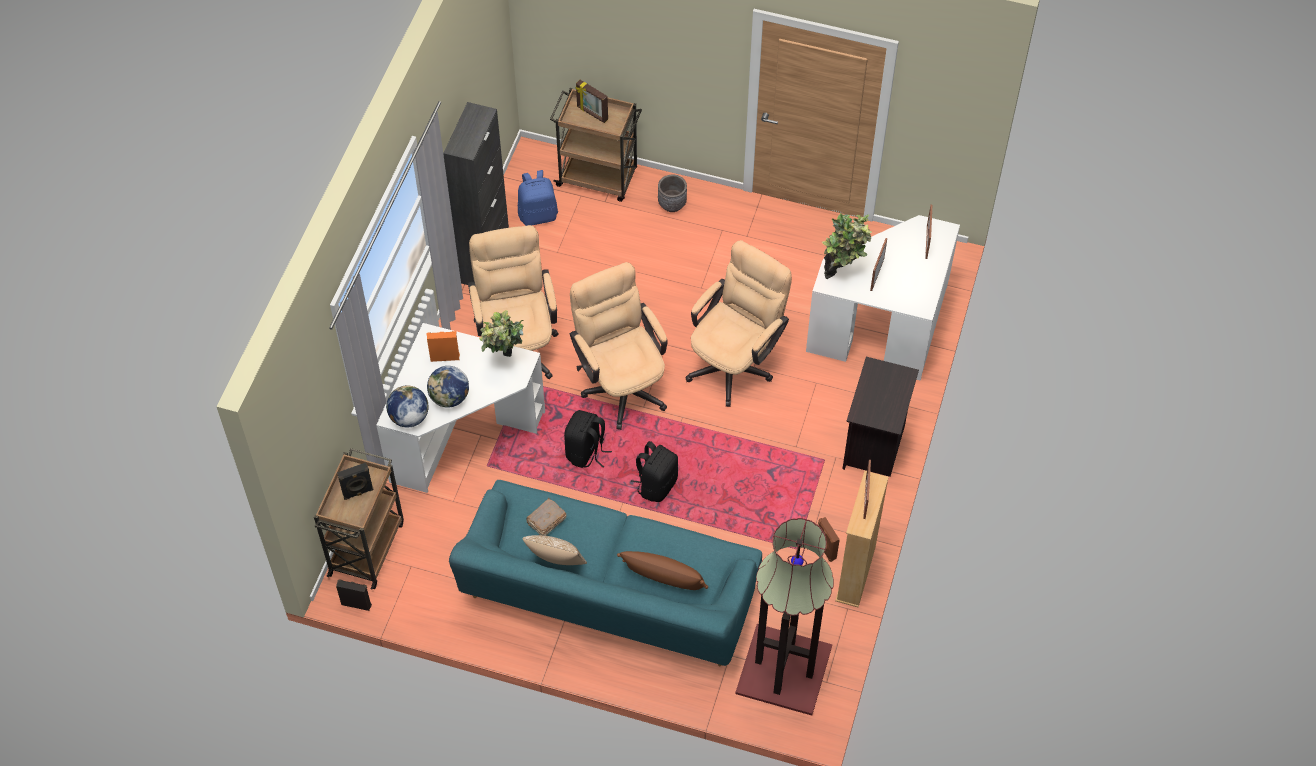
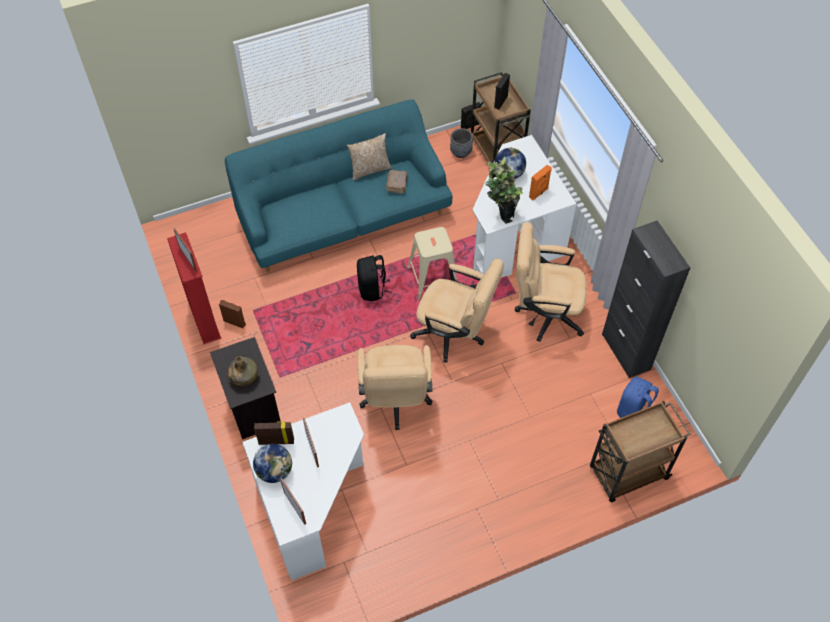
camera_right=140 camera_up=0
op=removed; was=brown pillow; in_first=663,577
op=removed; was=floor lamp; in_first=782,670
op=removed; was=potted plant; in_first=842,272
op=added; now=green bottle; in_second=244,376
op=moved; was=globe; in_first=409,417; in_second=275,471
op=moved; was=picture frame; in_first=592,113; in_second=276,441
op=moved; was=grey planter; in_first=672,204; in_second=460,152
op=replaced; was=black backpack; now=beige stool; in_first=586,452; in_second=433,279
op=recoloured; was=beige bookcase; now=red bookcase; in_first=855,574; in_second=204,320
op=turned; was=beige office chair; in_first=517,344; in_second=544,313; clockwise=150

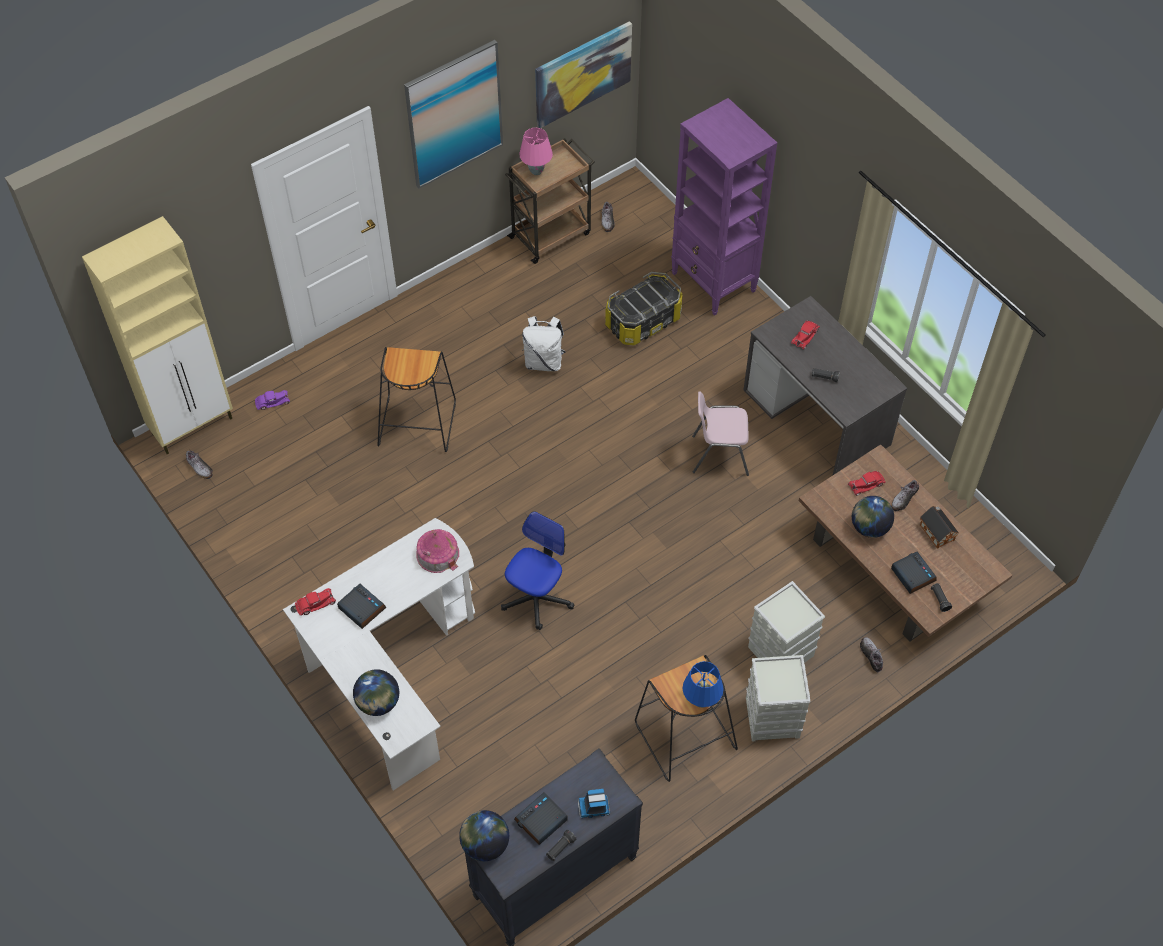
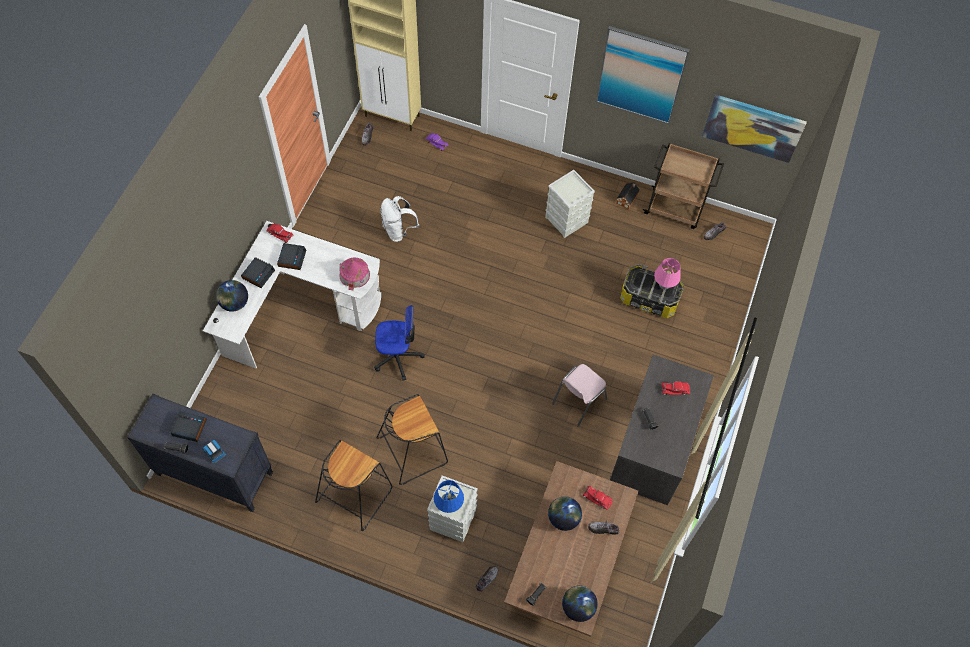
camera_right=55 camera_up=5
op=removed; was=purple bookcase; in_first=714,283
op=moved; was=black stool; in_first=416,422; in_second=413,449
op=moved; was=globe; in_first=485,844; in_second=578,607
op=moved; was=pink table lamp; in_first=536,171; in_second=663,286
op=moved; was=white backpack; in_first=544,361; in_second=398,231
op=moved; was=blue table lamp; in_first=700,701; in_second=449,505
op=moved; was=grey storage box; in_first=773,717; in_second=567,220
op=moved; was=alarm clock; in_first=912,575; in_second=258,274
op=moved; was=toy house; in_first=936,531; in_second=627,199
op=turned; was=pink chair; in_first=719,454; in_second=578,401; clockwise=-105

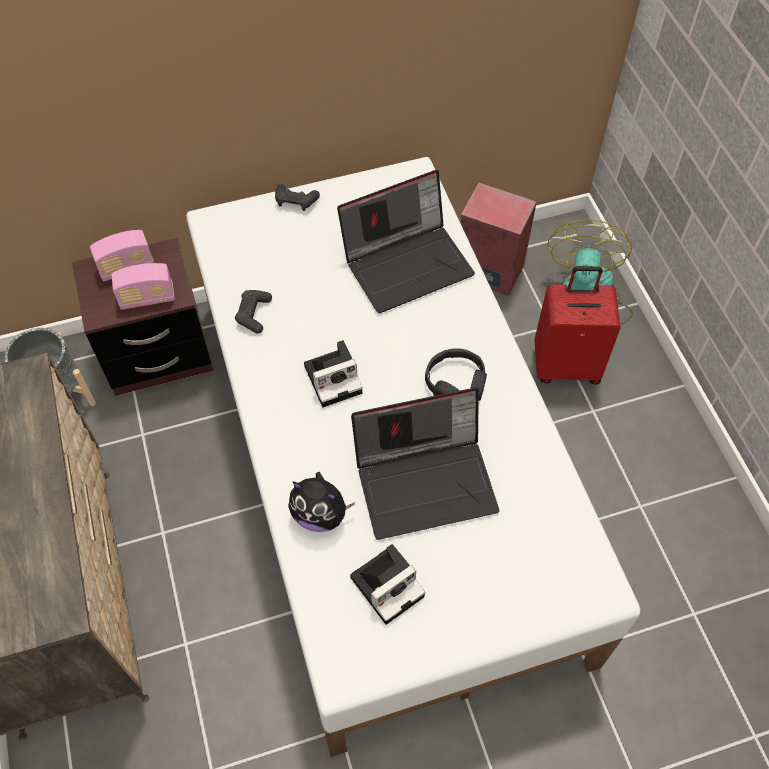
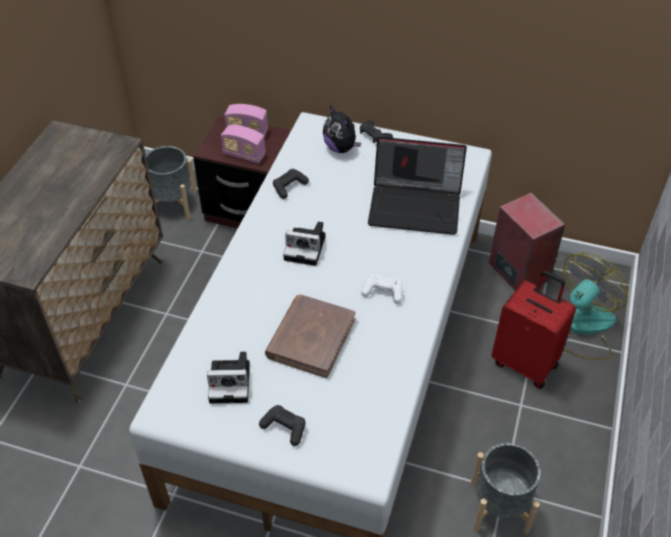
camera_right=35 camera_up=-10
op=added; now=black game controller; in_second=284,428
op=added; now=grey planter; in_second=499,506
op=moved; was=plush toy; in_first=320,514; in_second=341,148
op=replaced; was=laptop; now=brown book; in_first=426,480; in_second=310,338
op=replaced; was=black headphones; now=white game controller; in_first=455,383; in_second=383,292

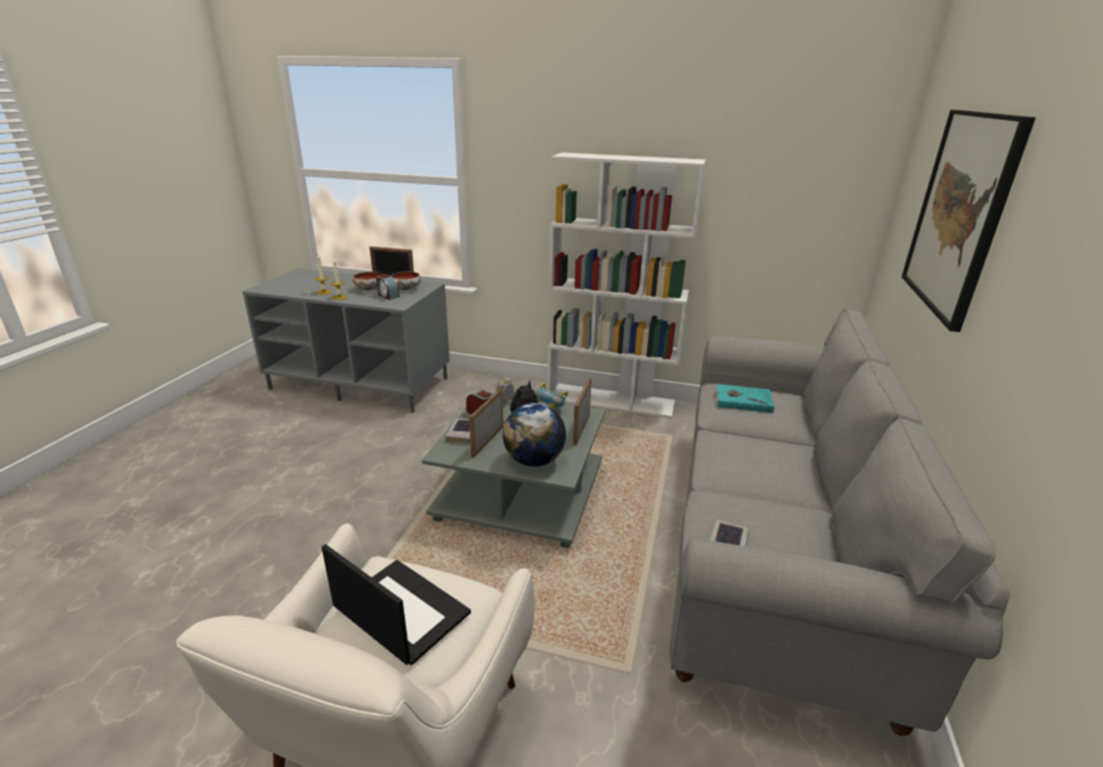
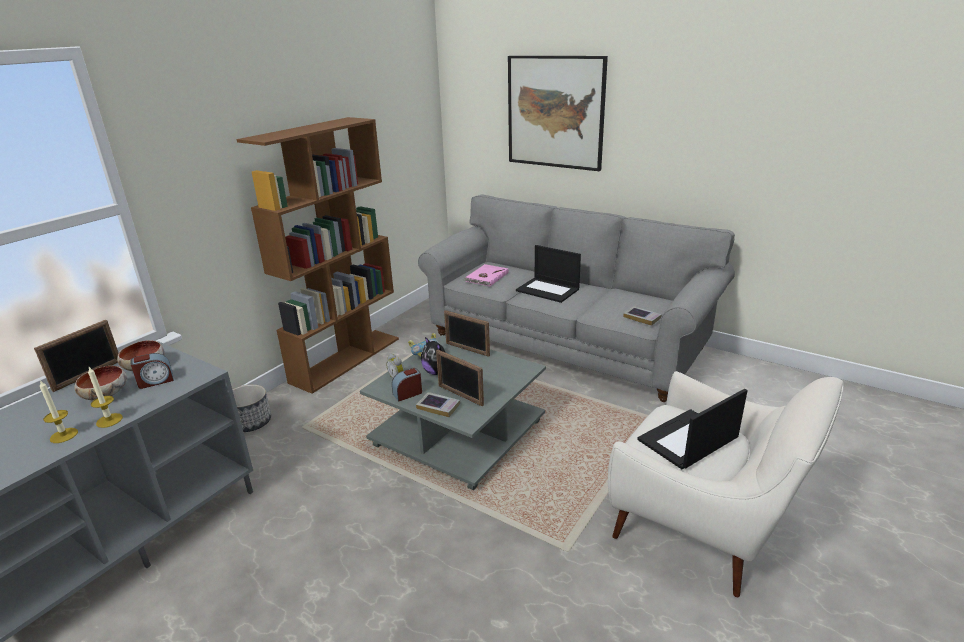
camera_right=-70 camera_up=0
op=removed; was=globe; in_first=534,461
op=added; now=planter; in_second=251,422
op=added; now=laptop; in_second=548,290
op=recoloured; was=white bookcase; now=brown bookcase; in_first=611,400; in_second=346,359
op=recoloured; was=turquoise book; now=pink book; in_first=743,400; in_second=486,277

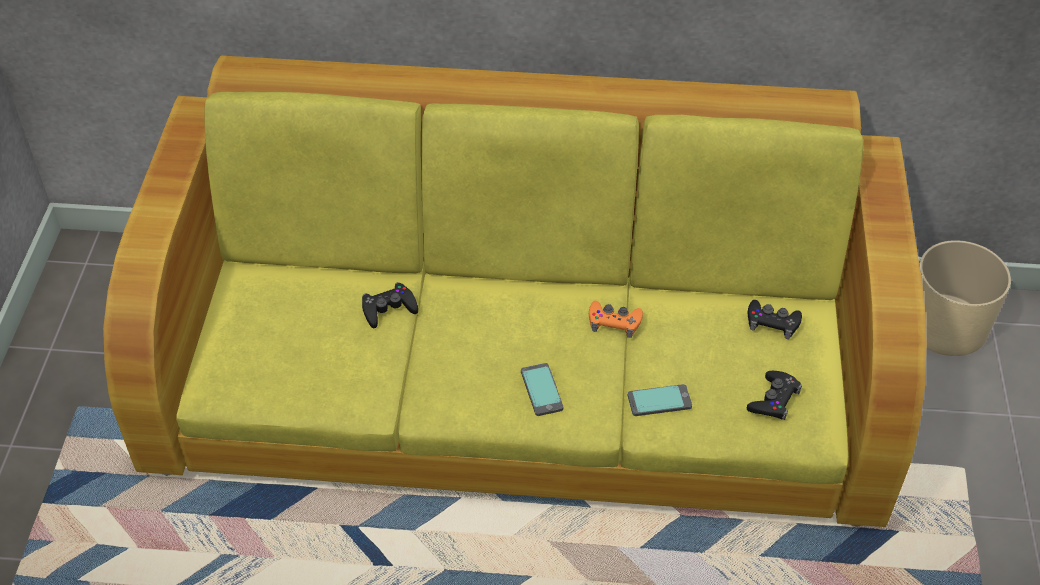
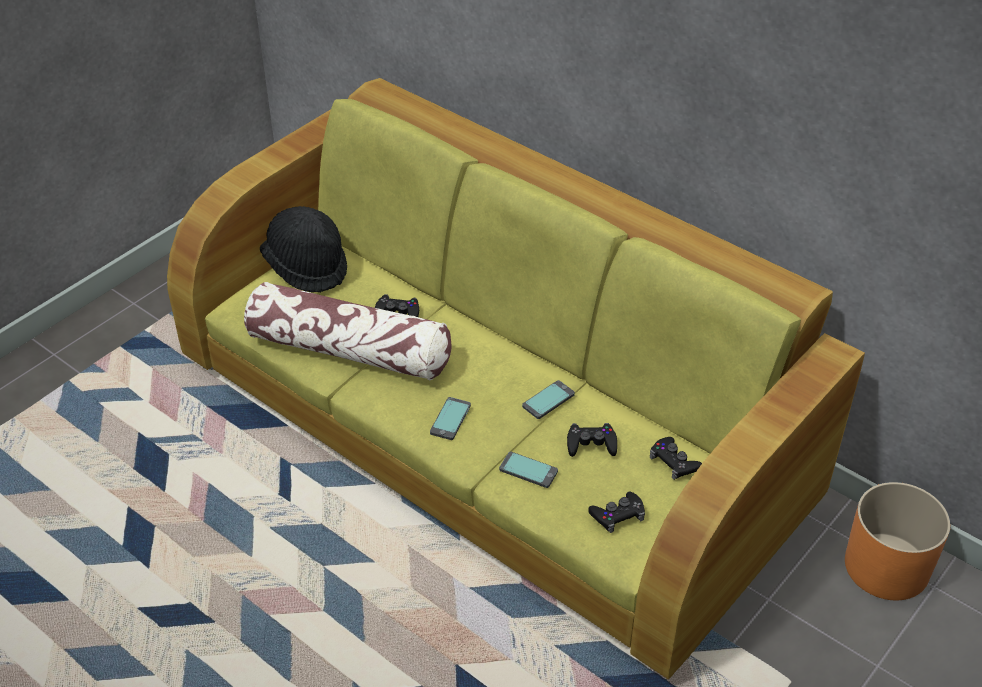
camera_right=35 camera_up=-5
op=added; now=pillow; in_second=349,350
op=added; now=black hat; in_second=306,266
op=added; now=black game controller; in_second=591,444
op=replaced; was=orange game controller; now=phone; in_first=614,322; in_second=548,400
op=recoloured; was=beige planter; now=orange planter; in_first=946,324; in_second=887,566

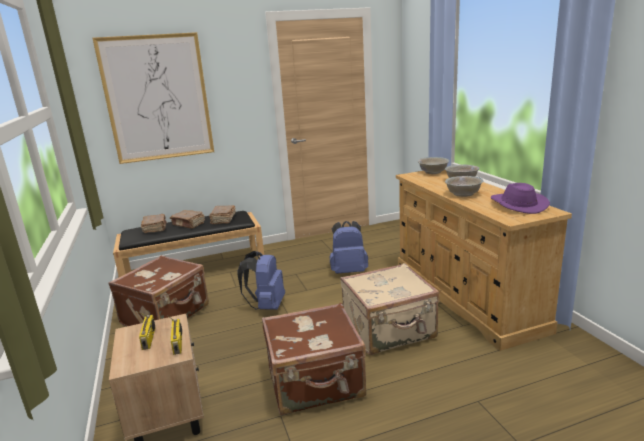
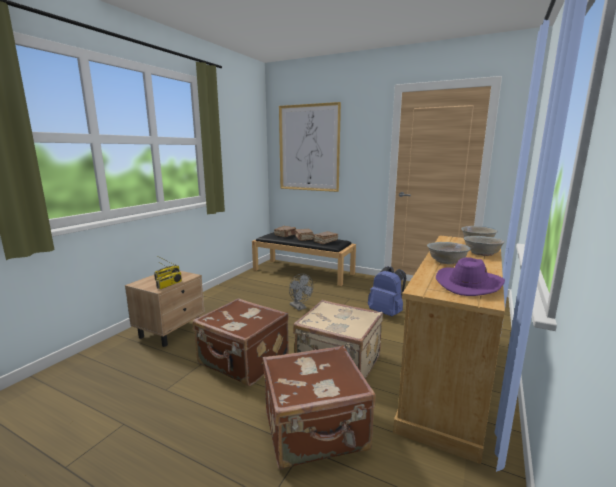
camera_right=45 camera_up=-5
op=moved; was=brown suitcase; in_first=167,315; in_second=315,431
op=replaced; was=blue backpack; now=grey fan; in_first=266,306; in_second=299,307

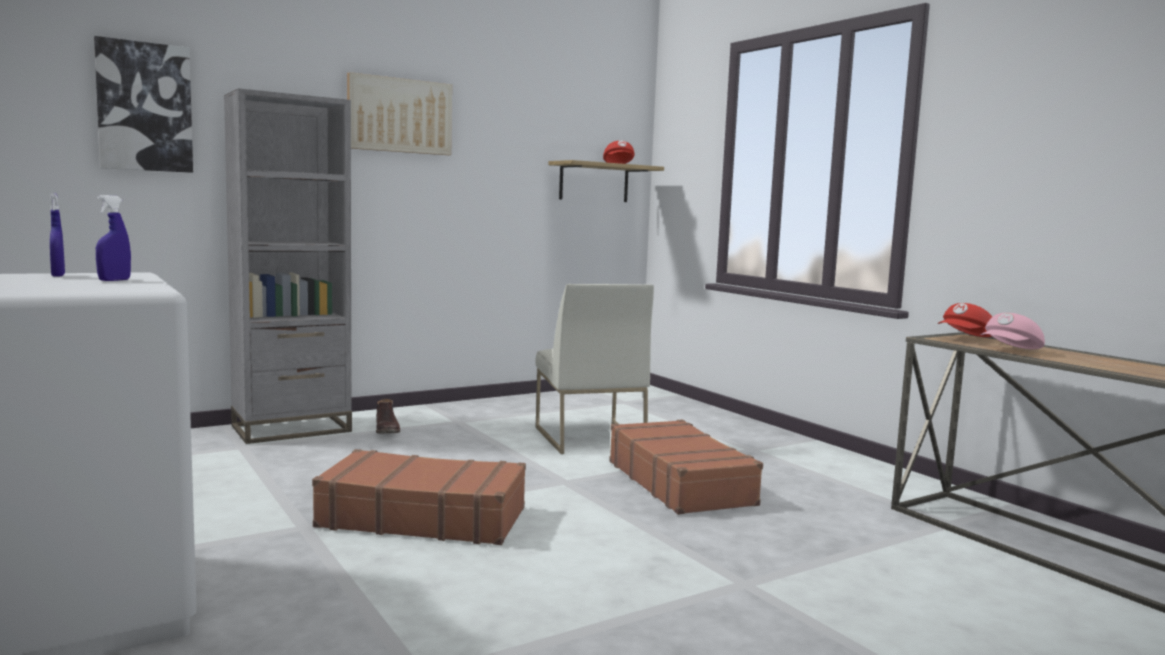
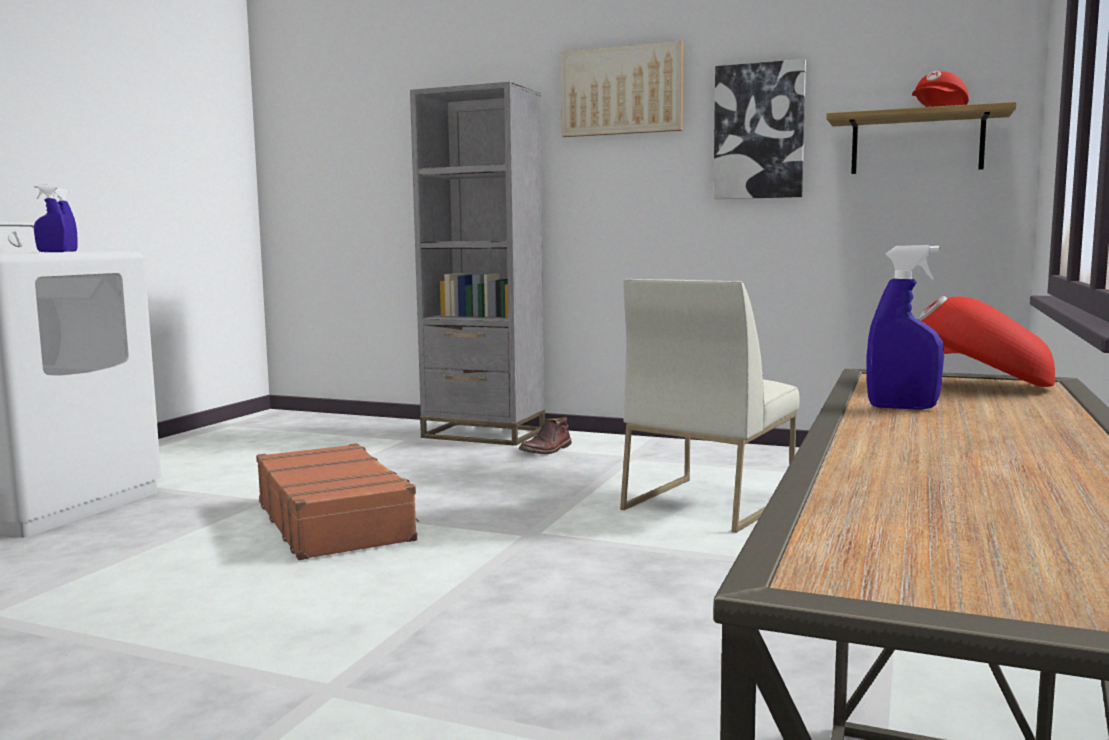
camera_right=55 camera_up=0
op=removed; was=brown suitcase; in_first=680,483
op=moved; was=picture; in_first=144,107; in_second=759,131
op=replaced; was=pink cap; now=blue spray bottle; in_first=1010,351; in_second=902,407

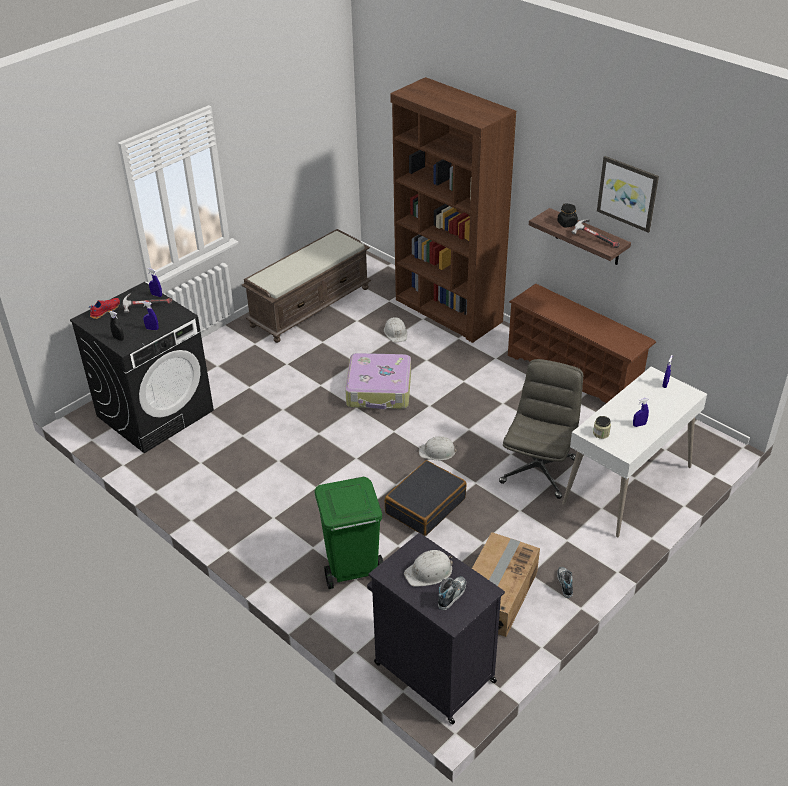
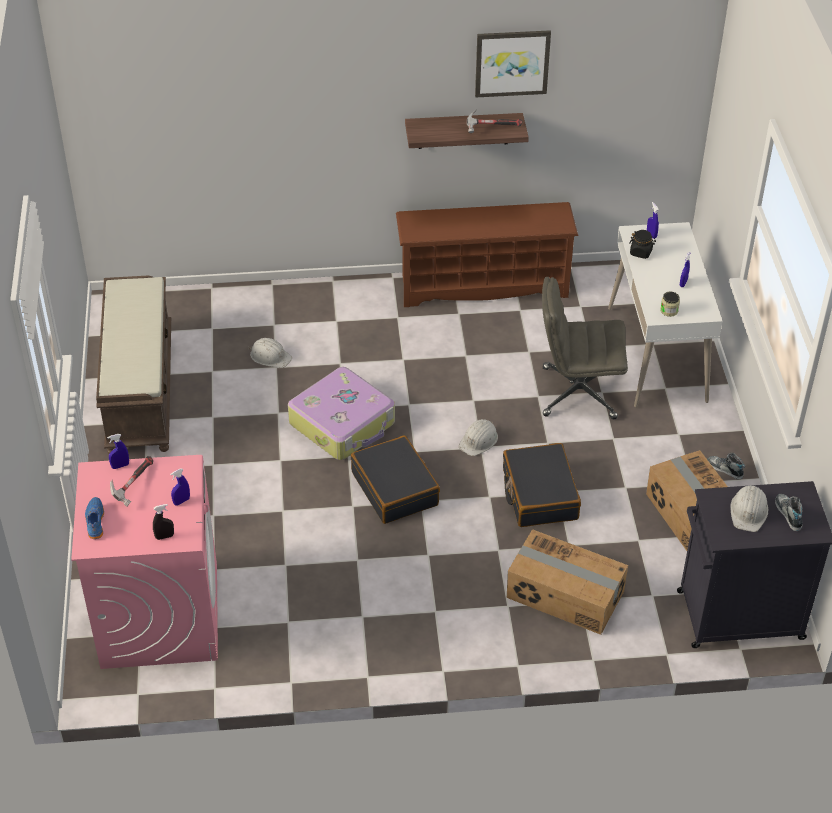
camera_right=-50 camera_up=5
op=removed; was=brown bookcase; in_first=448,311
op=added; now=black suitcase; in_second=395,488
op=moved; was=black jar; in_first=567,223; in_second=641,252
op=replaced; was=green trash can; now=cardboard box; in_first=351,569; in_second=565,595
op=recoloured; was=black washing machine; now=pink washing machine; in_first=155,413; in_second=160,614
op=recoloured; was=red shoe; now=blue shoe; in_first=105,311; in_second=94,522
op=turned; was=grey office chair; in_first=538,470; in_second=577,393; clockwise=-60

